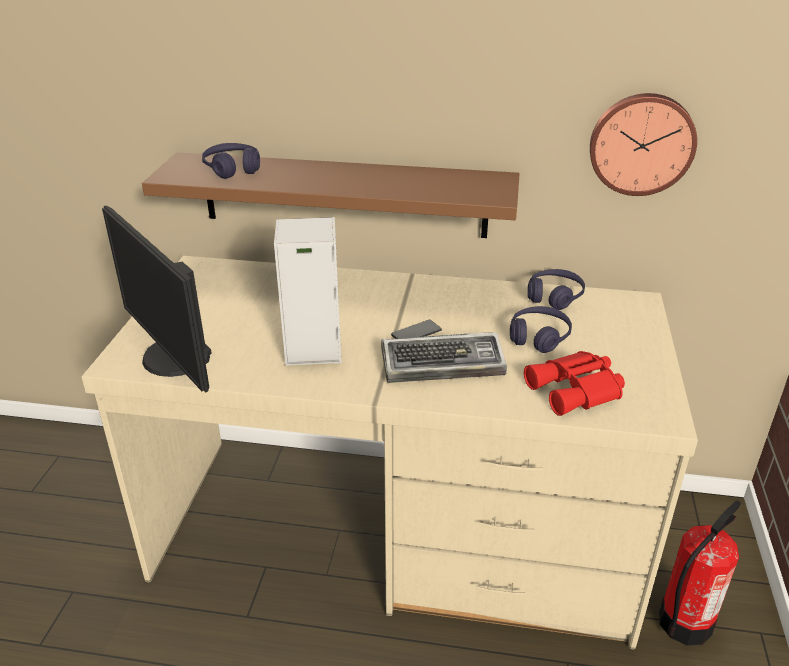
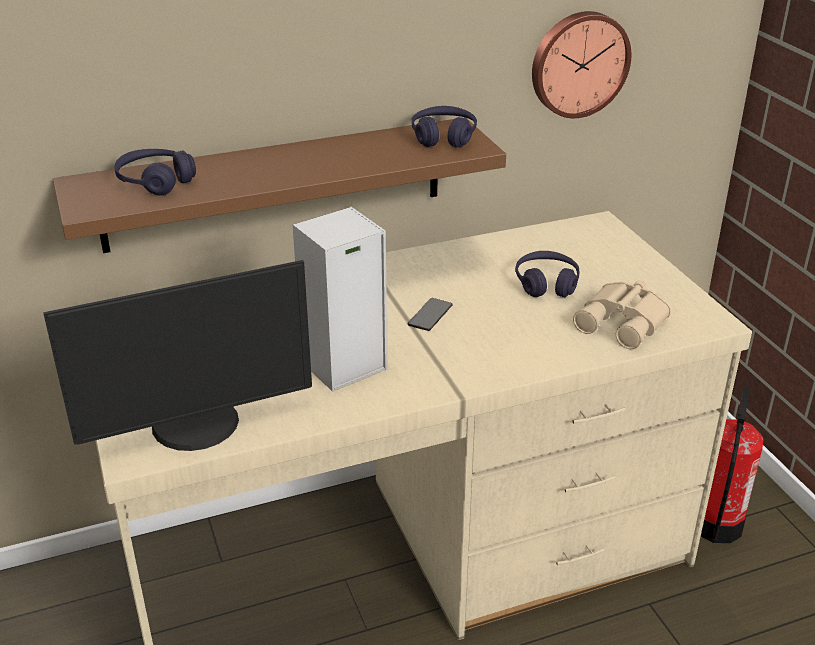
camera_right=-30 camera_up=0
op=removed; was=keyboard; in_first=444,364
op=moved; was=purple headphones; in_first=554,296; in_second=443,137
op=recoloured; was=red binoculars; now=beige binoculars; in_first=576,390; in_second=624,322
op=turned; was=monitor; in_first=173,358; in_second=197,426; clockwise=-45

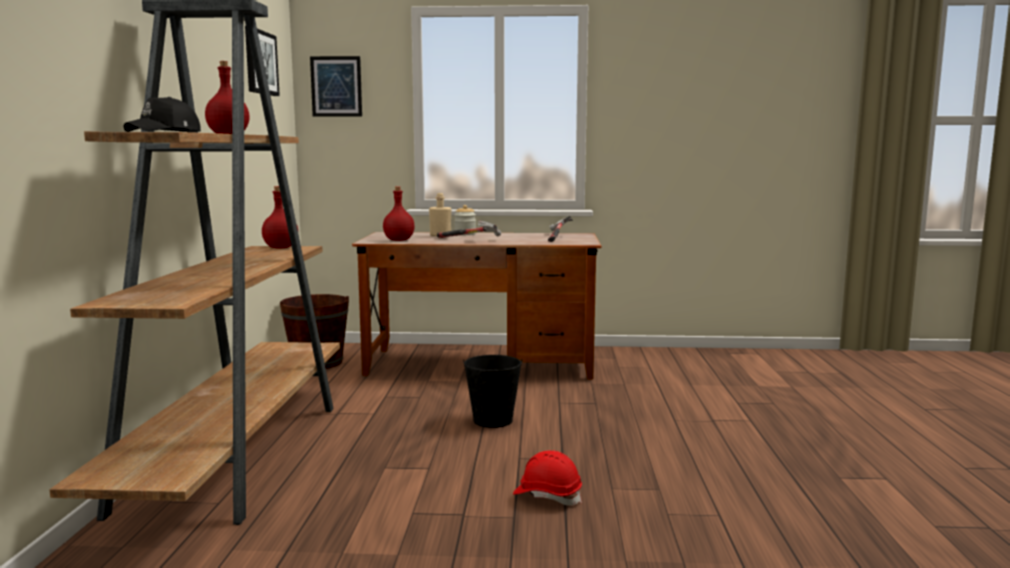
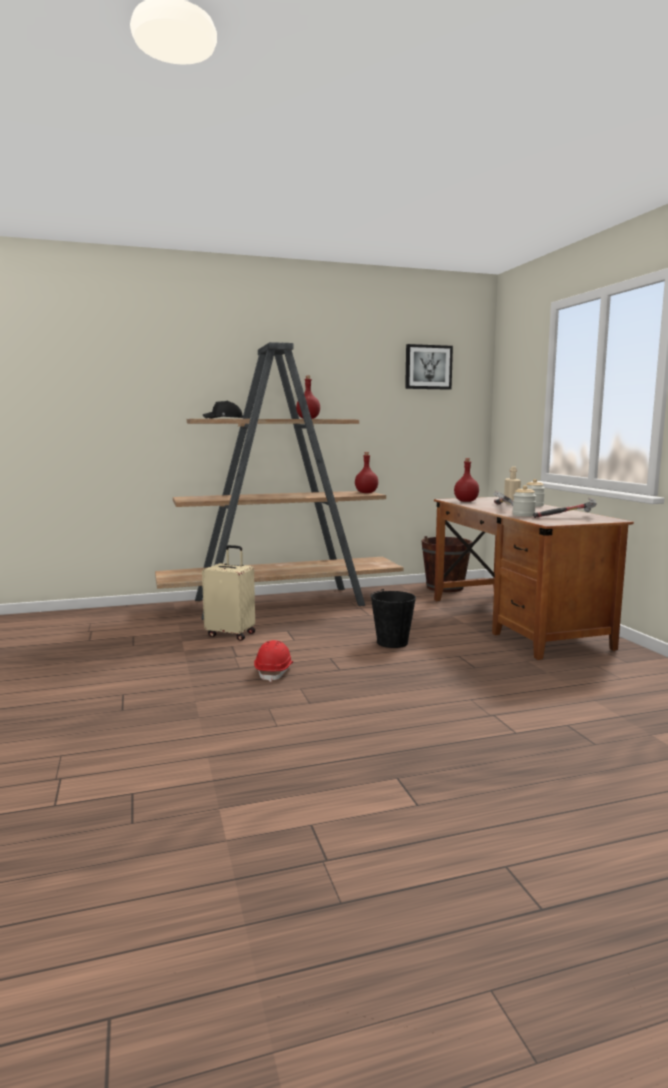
camera_right=70 camera_up=0
op=removed; was=picture; in_first=336,86
op=added; now=beige suitcase; in_second=231,634
op=added; now=jar; in_second=523,515

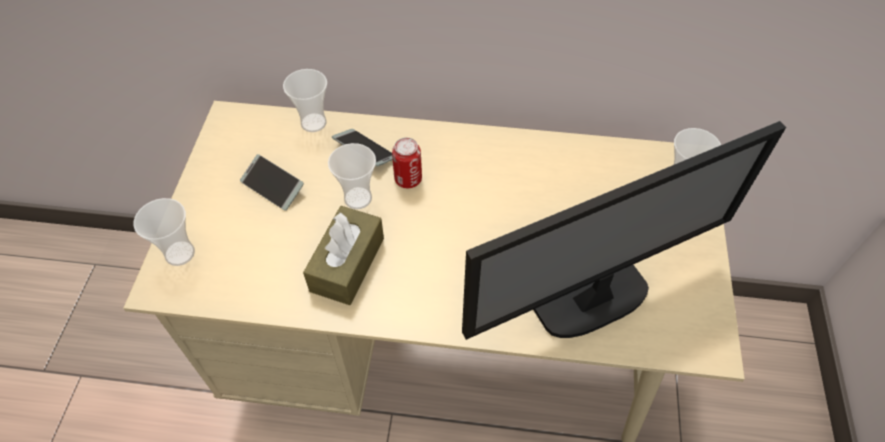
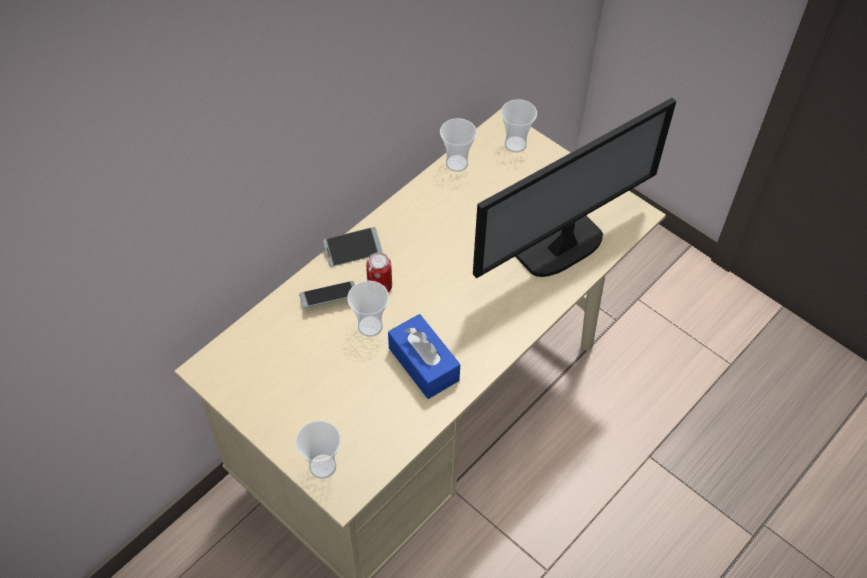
camera_right=-55 camera_up=0
op=moved; was=phone; in_first=273,186; in_second=353,250
op=moved; was=cup; in_first=313,123; in_second=457,163
op=recoloured; was=brown tissue box; now=blue tissue box; in_first=347,264; in_second=423,364
op=turned; was=monitor; in_first=592,301; in_second=562,249; clockwise=45

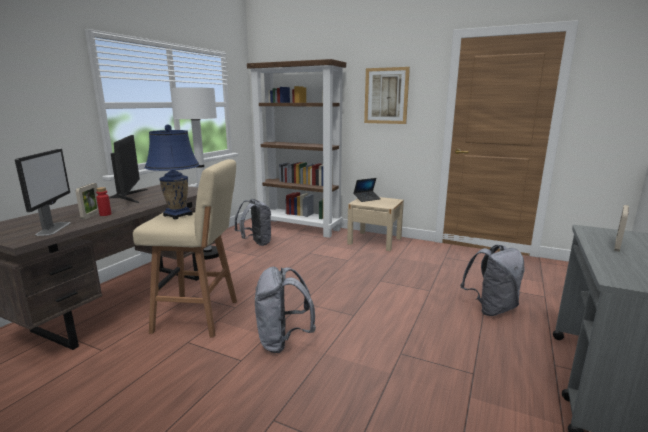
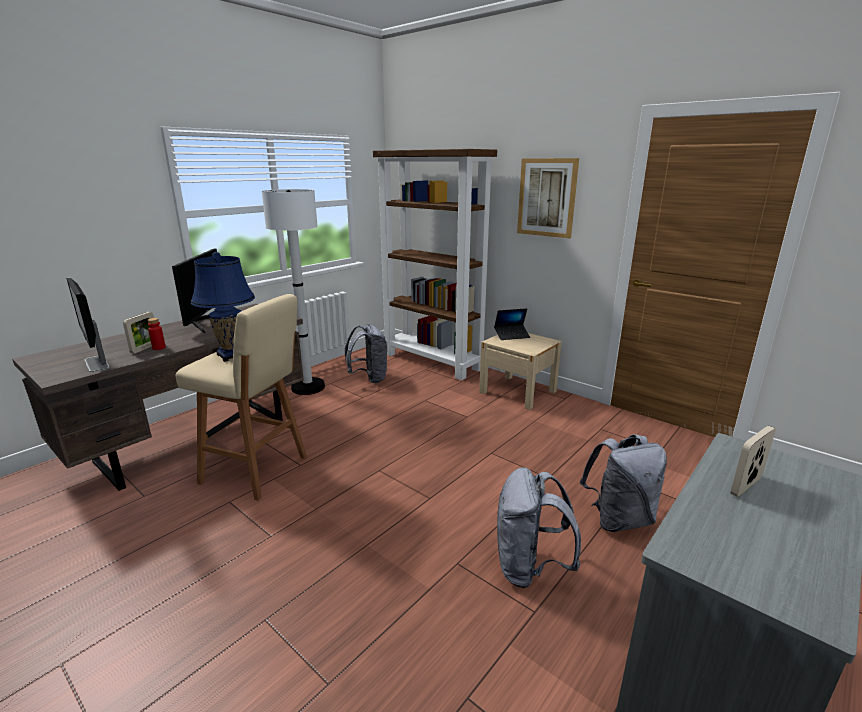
camera_right=15 camera_up=5
op=moved; was=grey backpack; in_first=283,341; in_second=529,568
op=turned; was=monitor; in_first=54,228; in_second=96,363; clockwise=135

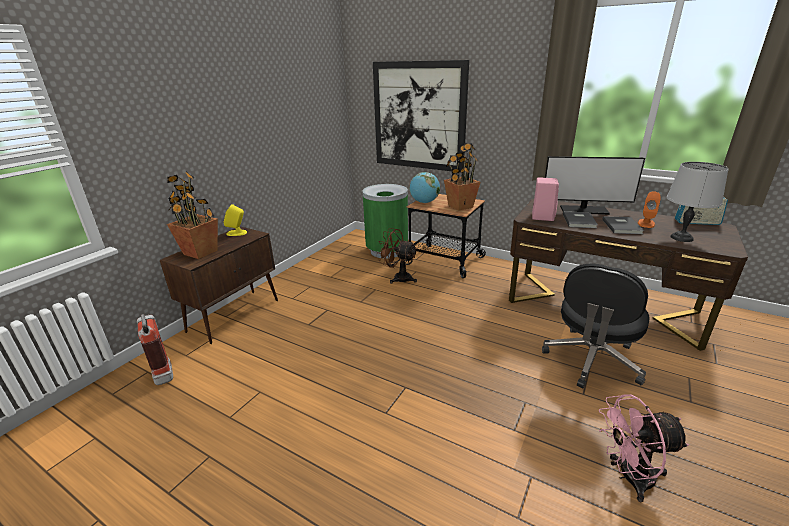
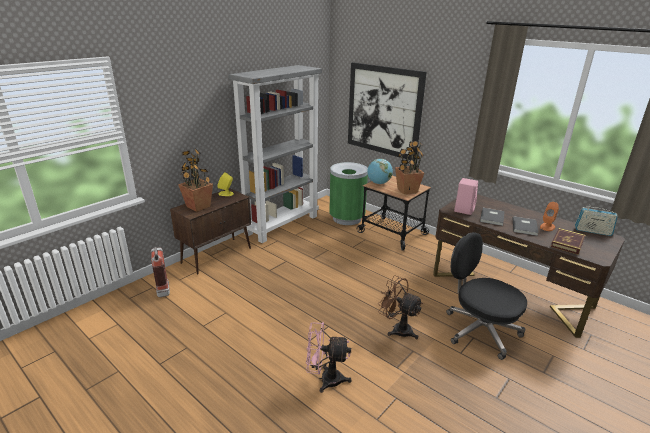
camera_right=10 camera_up=0
op=removed; was=monitor; in_first=584,210
op=added; now=grey bookcase; in_second=282,224
op=moved; was=brown fan; in_first=398,278; in_second=397,329
op=moved; was=pink fan; in_first=628,477; in_second=325,379
op=replaced; was=grey table lamp; now=book; in_first=681,238; in_second=567,243
op=turned; was=black office chair; in_first=591,360; in_second=479,330; clockwise=90

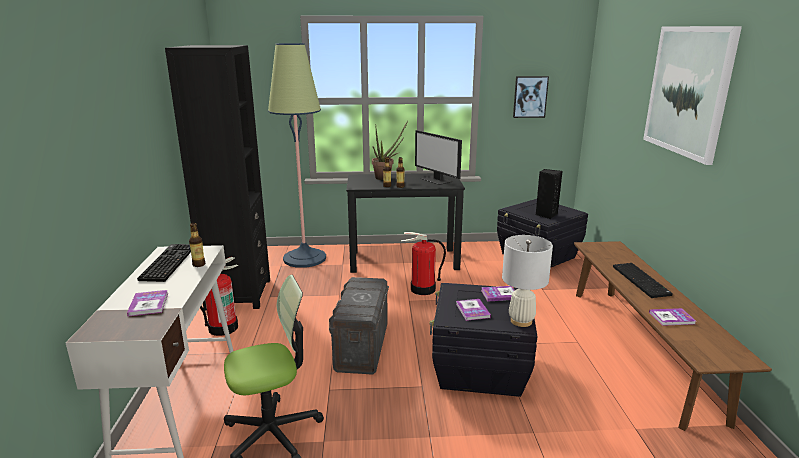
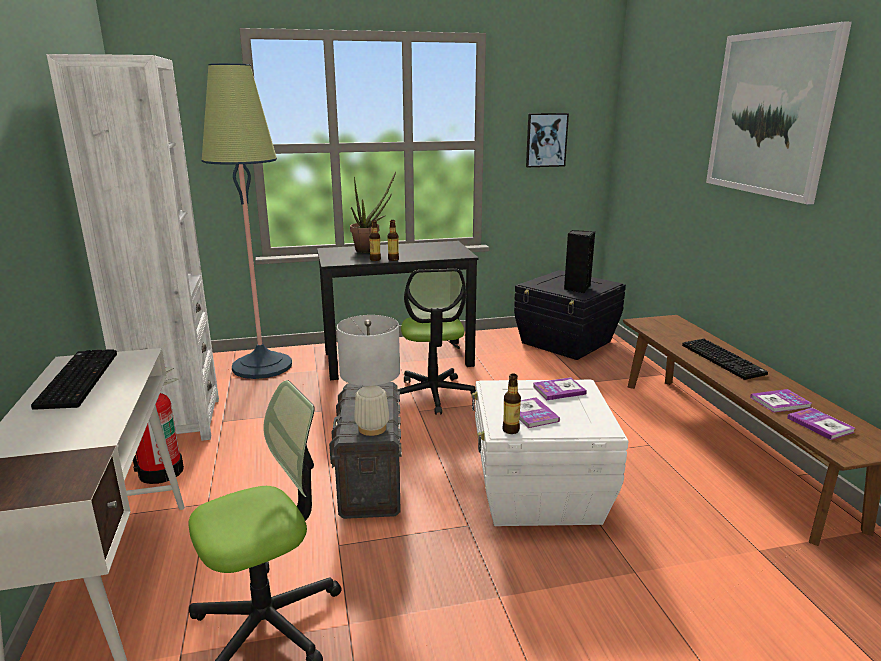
camera_right=-10 camera_up=0
op=removed; was=monitor; in_first=437,180
op=moved; was=book; in_first=148,304; in_second=820,425
op=moved; was=bottle; in_first=199,264; in_second=510,430
op=moved; was=white table lamp; in_first=521,321; in_second=372,428
op=replaced; was=fire extinguisher; now=office chair; in_first=422,289; in_second=433,394
op=recoloured; was=black bookcase; now=white bookcase; in_first=238,294; in_second=175,422
op=recoloured; was=black storage box; now=white storage box; in_first=479,369; in_second=538,493

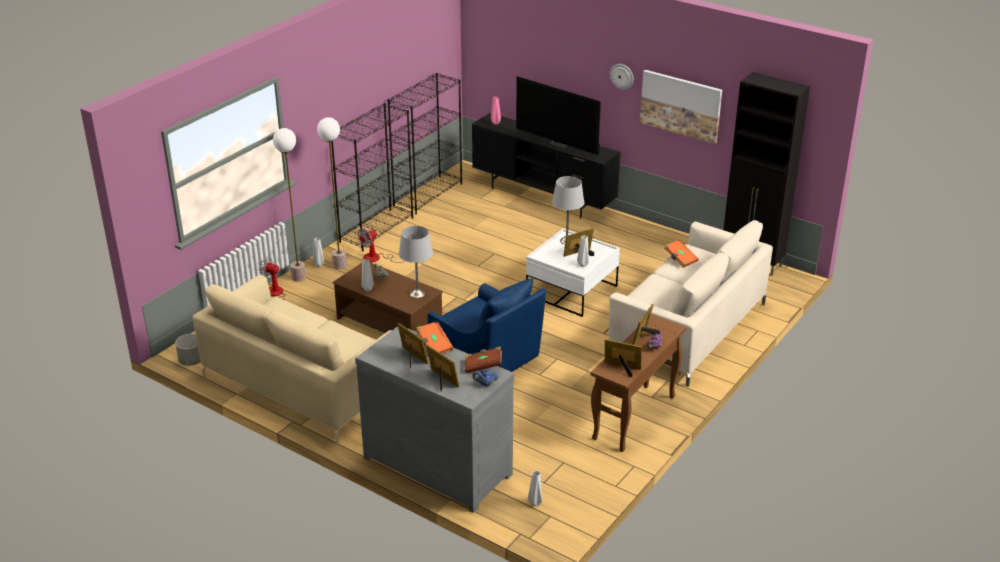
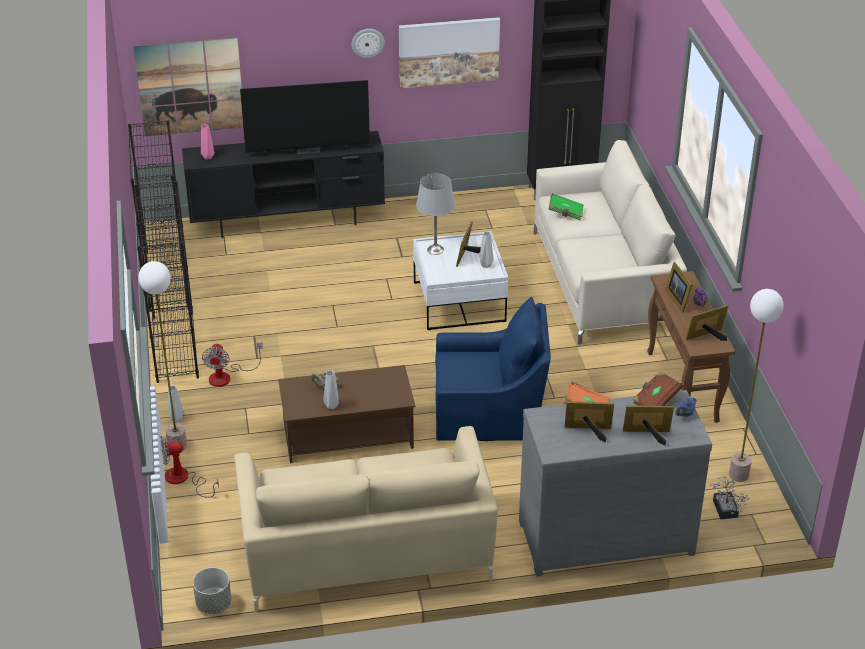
camera_right=-45 camera_up=5
op=removed; was=grey table lamp; in_first=417,294
op=added; now=picture; in_second=190,86
op=moved; was=floor lamp; in_first=339,265; in_second=738,475
op=replaced; was=grey vase; now=potted plant; in_first=536,503; in_second=725,511
op=recoloured; was=orange book; now=green book; in_first=680,259; in_second=565,213

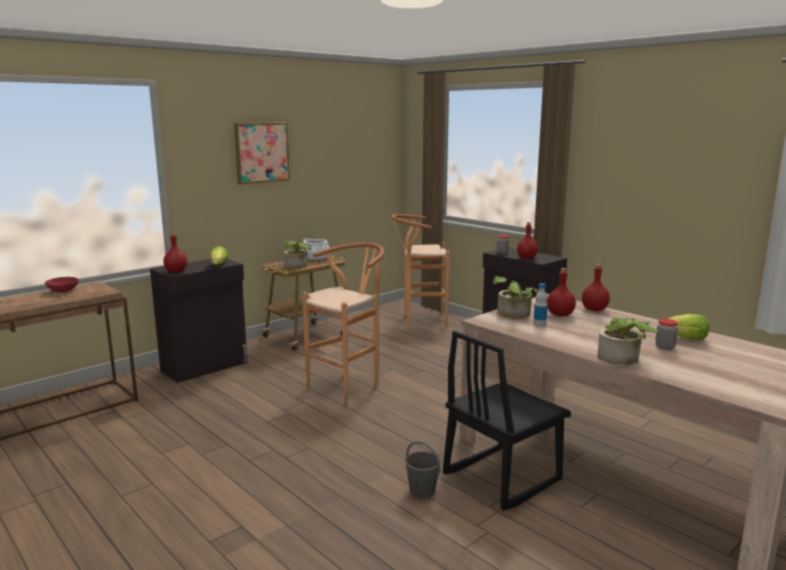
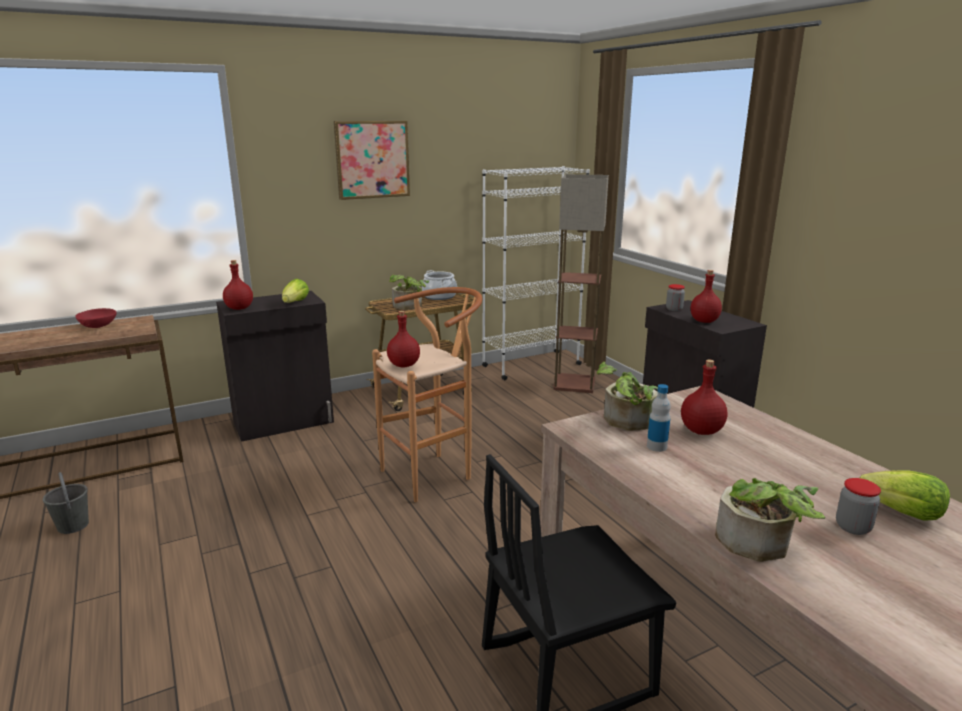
camera_right=15 camera_up=5
op=added; now=white bookcase; in_second=531,365
op=moved; was=grey bucket; in_first=422,490; in_second=73,525
op=moved; was=red bottle; in_first=594,310; in_second=403,365
op=replaced; was=brown stool; now=floor lamp; in_first=420,320; in_second=573,383

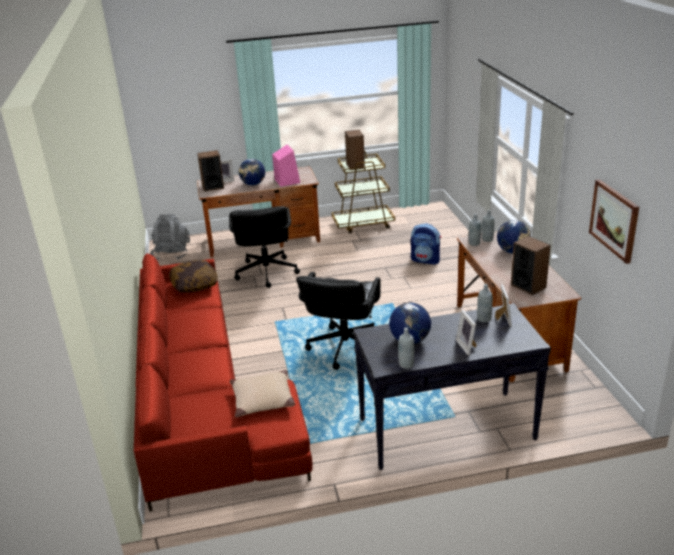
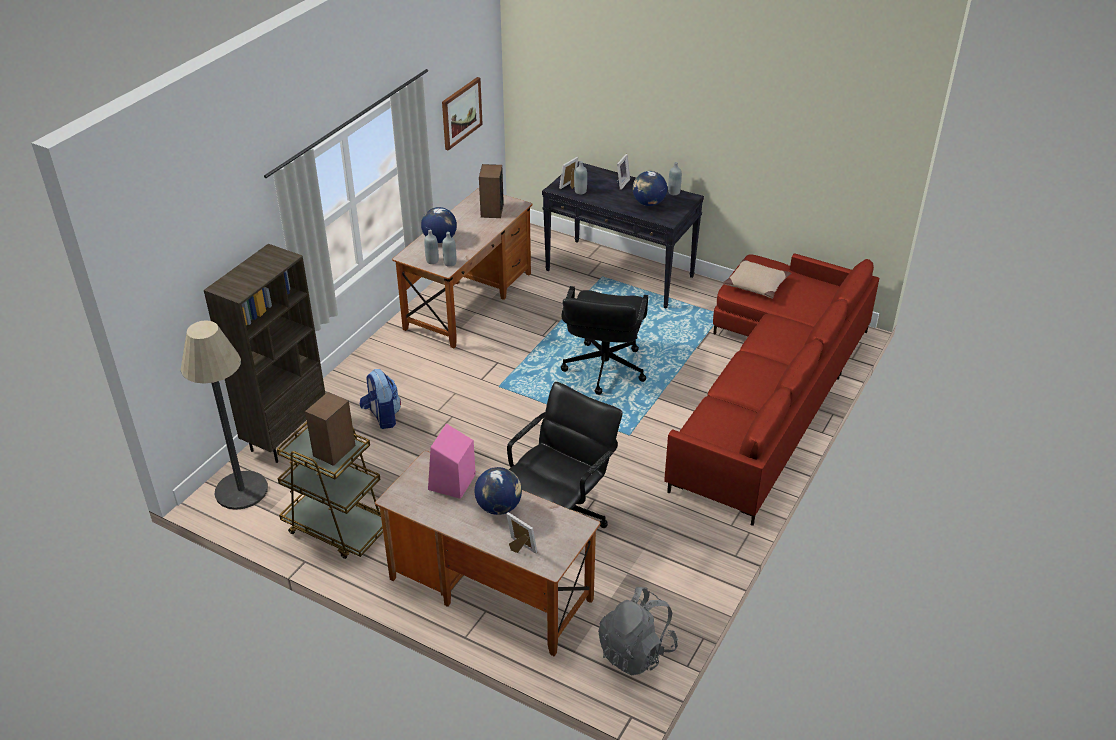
camera_right=-140 camera_up=10
op=removed; was=pillow; in_first=194,284
op=removed; was=speaker; in_first=213,187
op=added; now=floor lamp; in_second=241,490
op=added; now=brown bookcase; in_second=286,435
op=turned; was=black office chair; in_first=344,348; in_second=603,368; clockwise=135

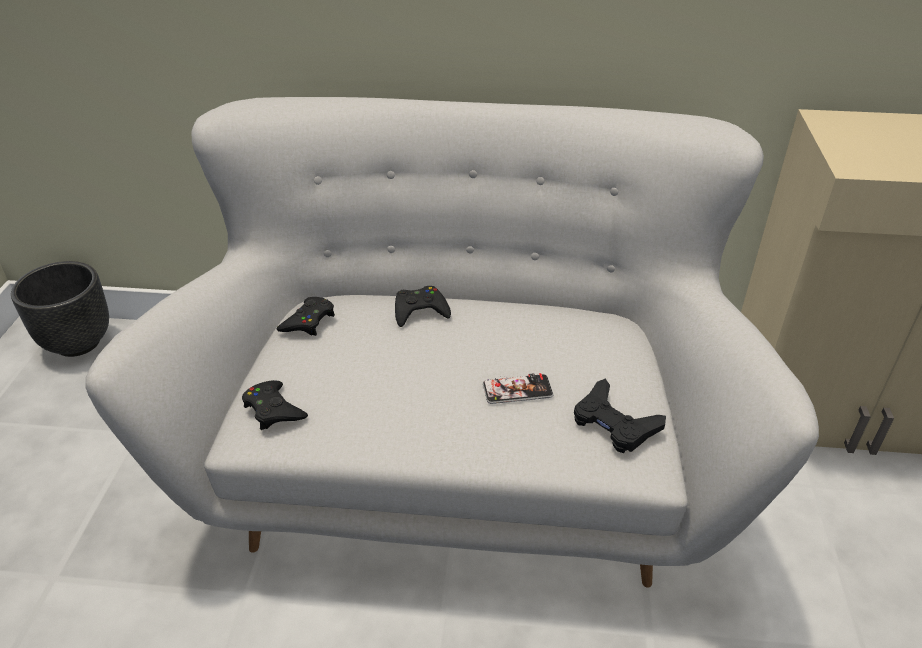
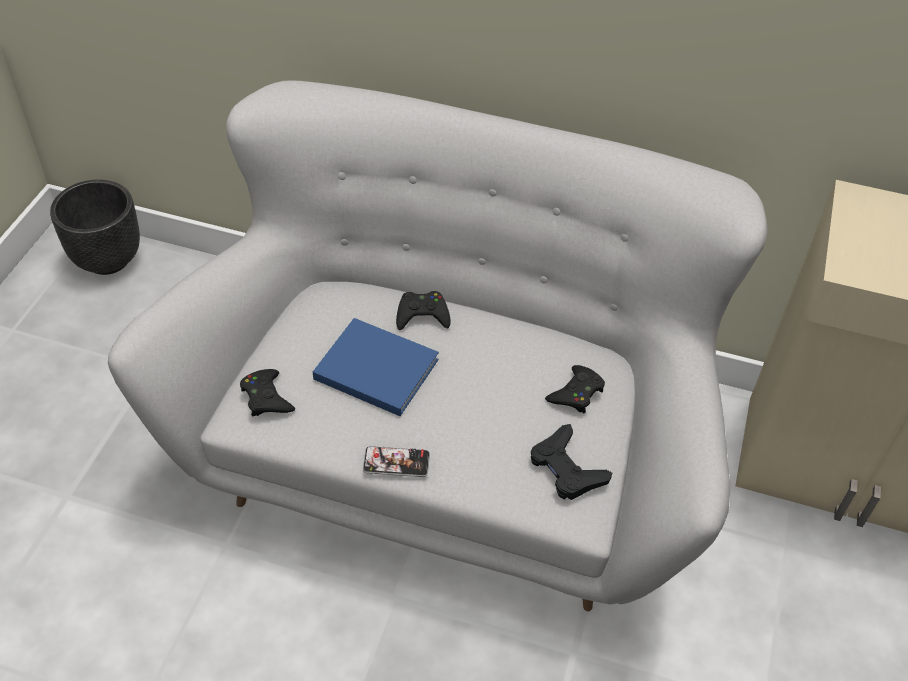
camera_right=10 camera_up=10
op=added; now=blue book; in_second=373,368
op=moved; was=black game controller; in_first=308,321; in_second=576,393
op=moved; was=phone; in_first=517,390; in_second=396,462

